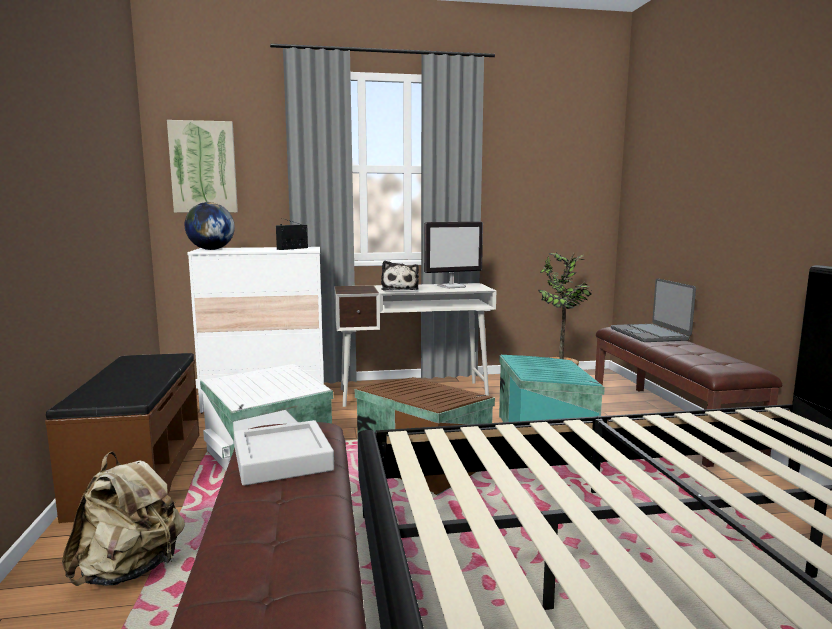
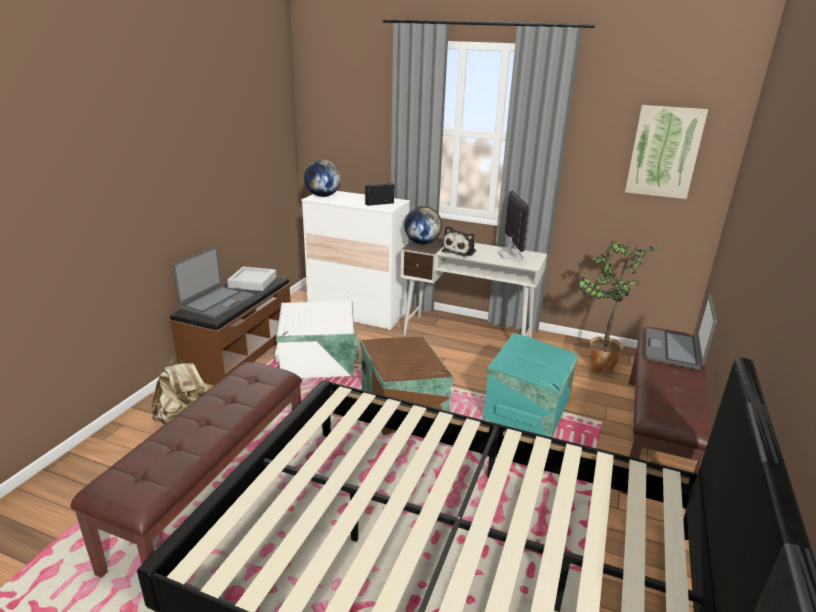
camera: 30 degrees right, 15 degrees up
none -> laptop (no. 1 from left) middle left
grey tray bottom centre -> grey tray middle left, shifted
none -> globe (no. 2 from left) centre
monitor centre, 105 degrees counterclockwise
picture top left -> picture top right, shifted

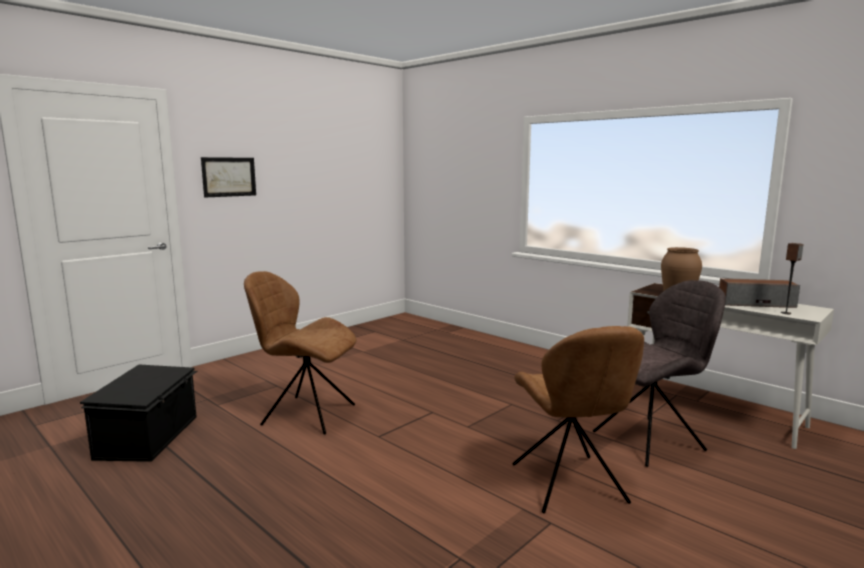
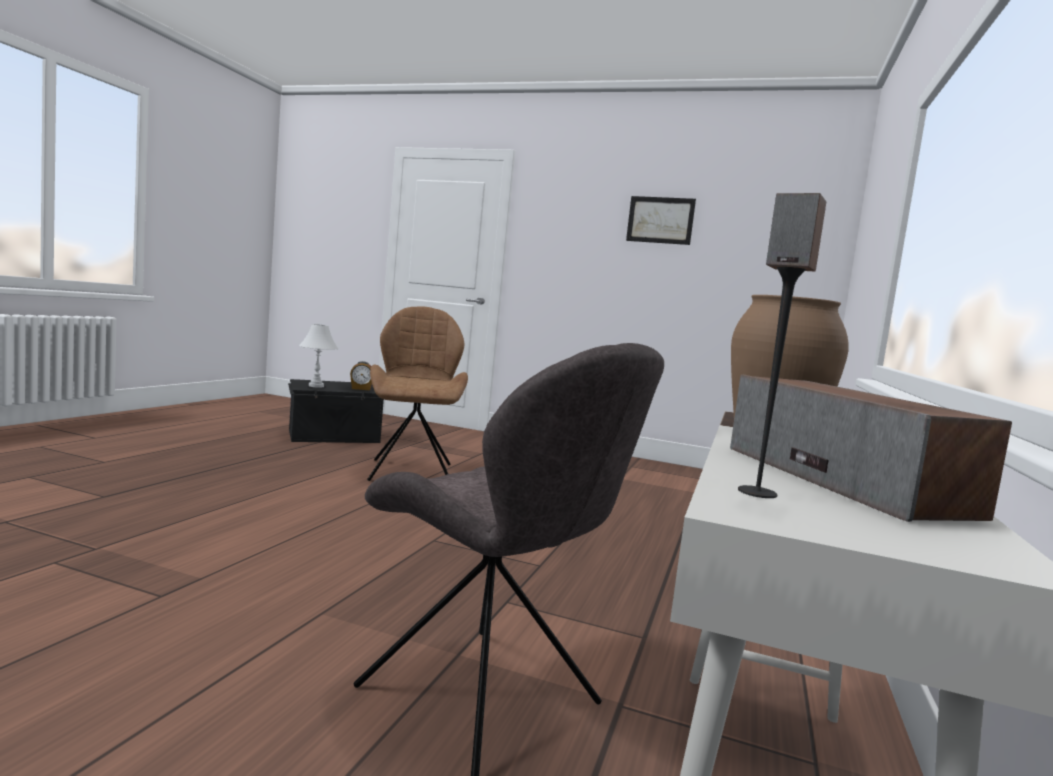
camera: 65 degrees right, 5 degrees down
none -> white table lamp middle left
none -> alarm clock centre
picture top left -> picture top centre, shifted
brown chair (no. 2 from left) bottom right -> none

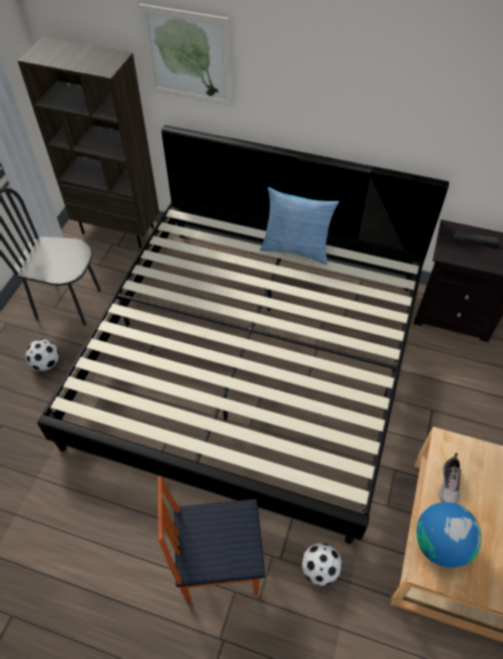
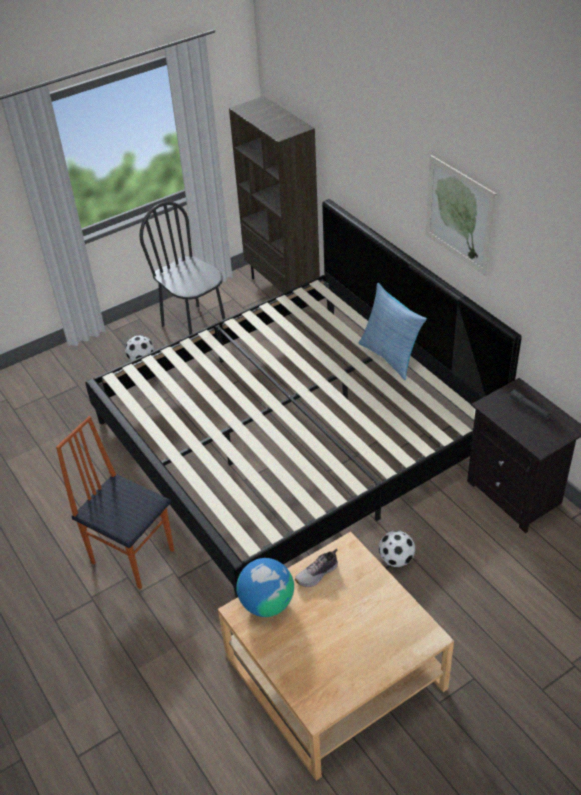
camera: 40 degrees right, 10 degrees down
football (no. 2 from left) bottom centre -> football (no. 2 from left) bottom right, shifted
picture top centre -> picture top right, shifted

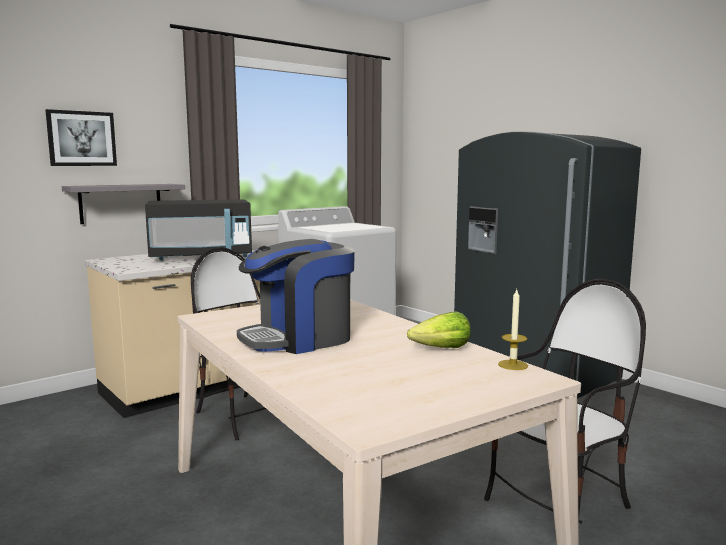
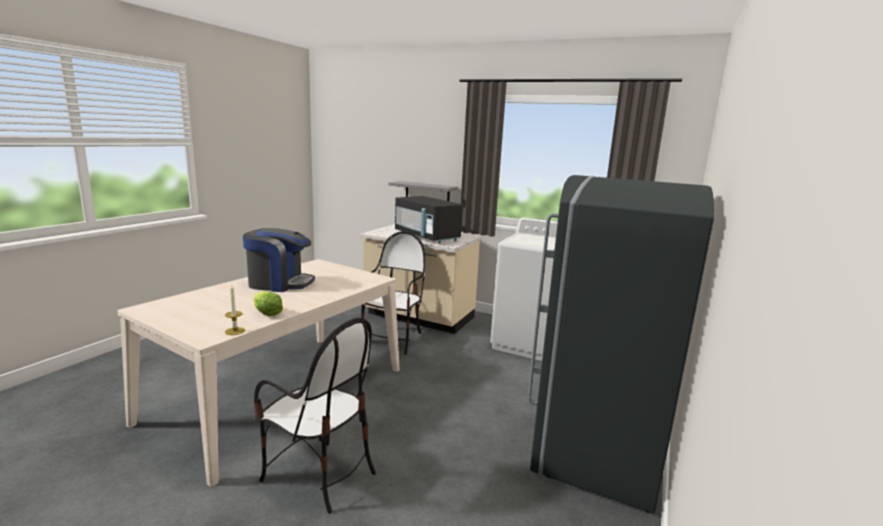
camera: 65 degrees right, 5 degrees up
coffee machine centre -> coffee machine middle left, 150 degrees clockwise
picture top left -> none

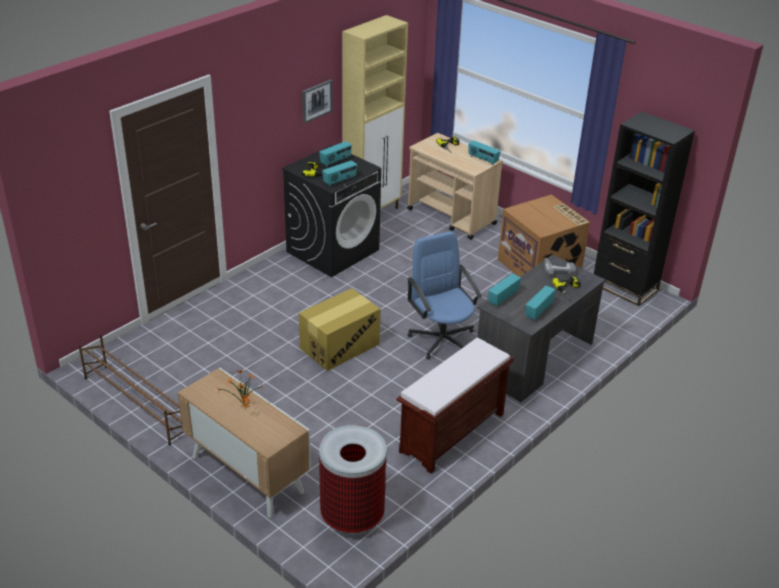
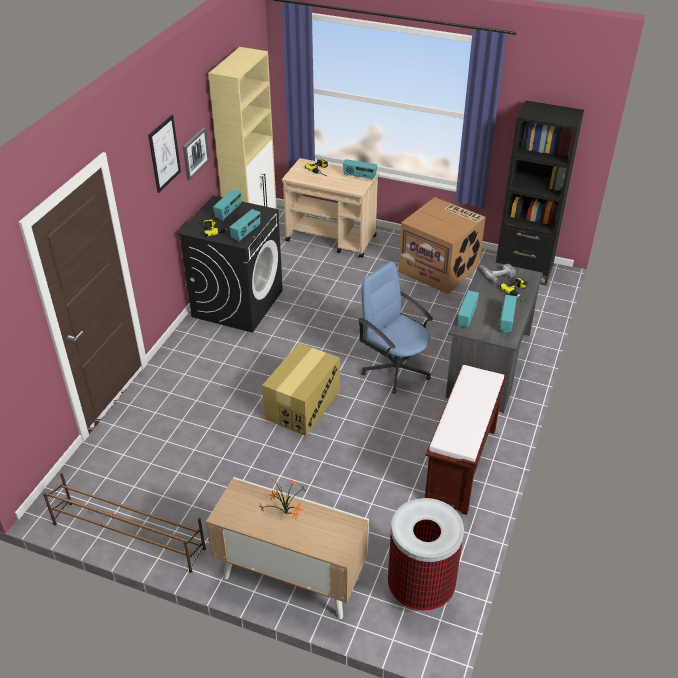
camera: 20 degrees left, 5 degrees up
none -> picture (no. 1 from left) top left

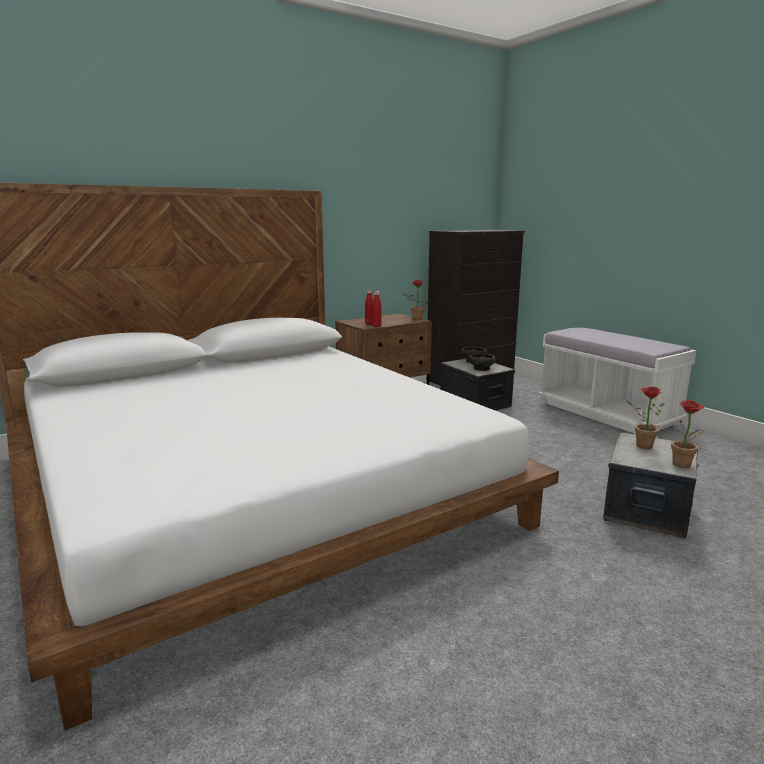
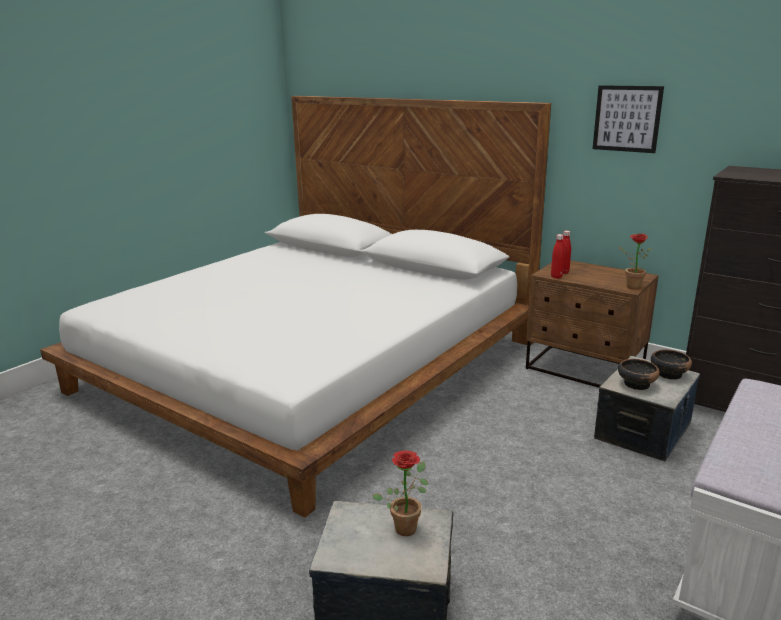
camera: 70 degrees right, 5 degrees up
none -> picture top right
potted plant (no. 3 from left) middle right -> none

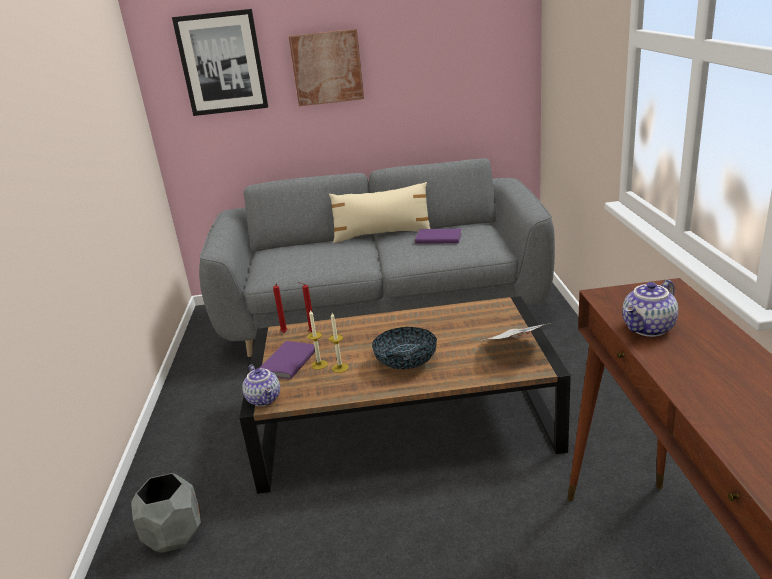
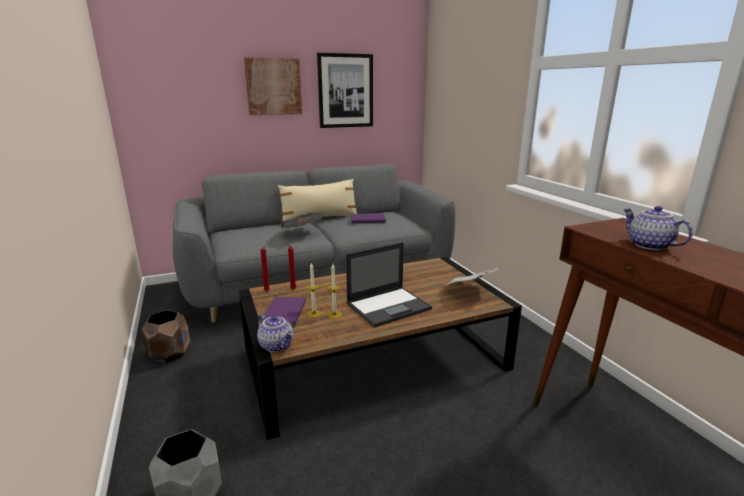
camera: 20 degrees left, 5 degrees down
none -> brown planter bottom left
none -> newspaper (no. 1 from left) centre
picture (no. 1 from left in the first image) top left -> picture (no. 2 from left) top centre, shifted
bowl centre -> laptop centre
teapot (no. 2 from left) middle right, 120 degrees clockwise

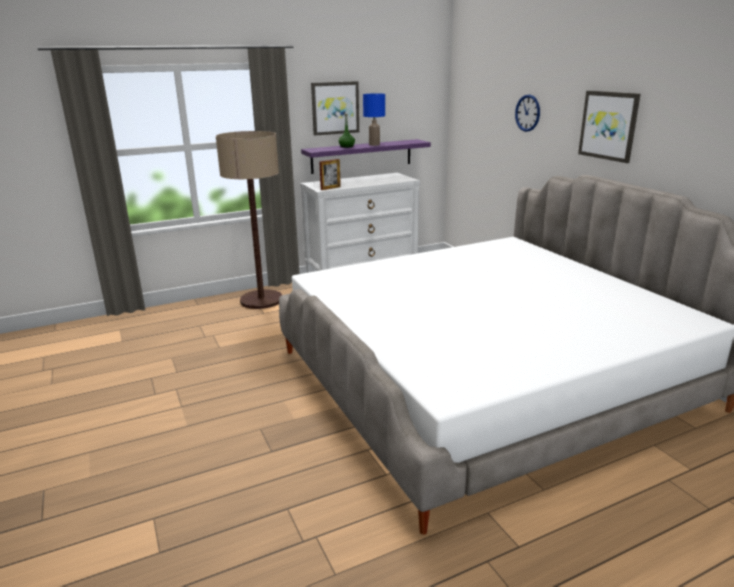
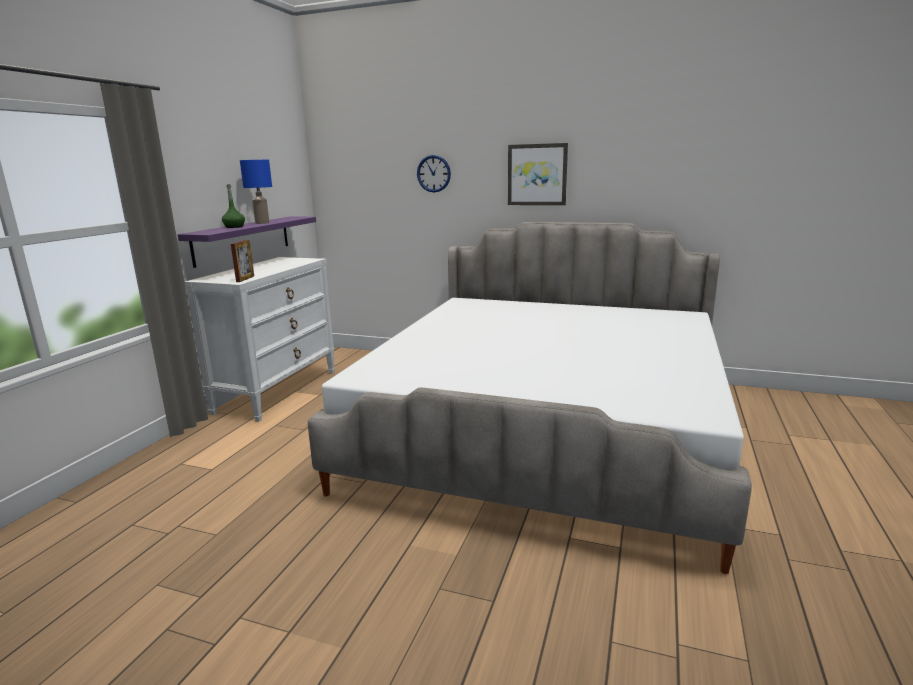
camera: 45 degrees left, 5 degrees down
floor lamp centre -> none
picture (no. 1 from left) top centre -> none

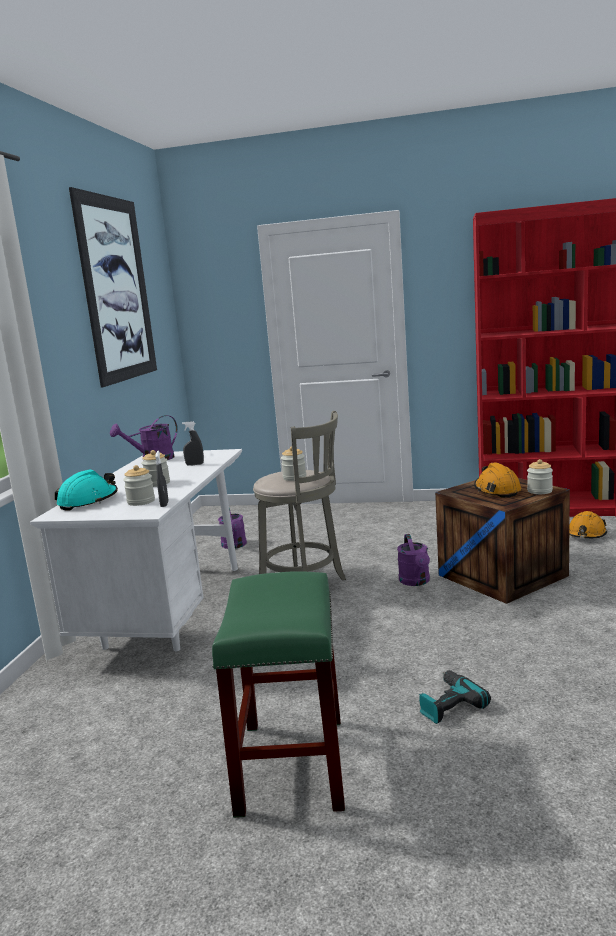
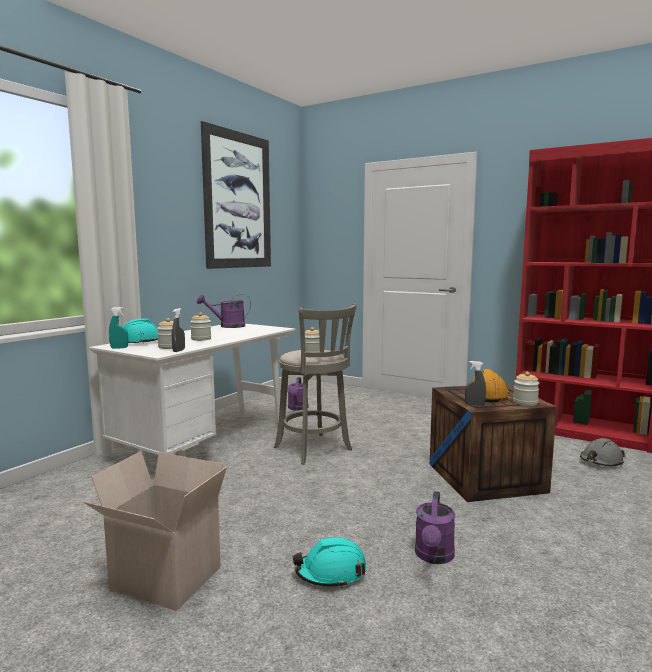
camera: 20 degrees right, 5 degrees down
green stool bottom centre -> cardboard box bottom left
none -> turquoise spray bottle middle left
power drill bottom right -> turquoise hard hat (no. 2 from left) bottom centre
purple watering can (no. 3 from left) middle right -> purple watering can (no. 3 from left) bottom right, shifted
grey spray bottle (no. 2 from left) middle left -> grey spray bottle (no. 2 from left) middle right, shifted
orange hard hat (no. 2 from left) middle right -> grey hard hat bottom right

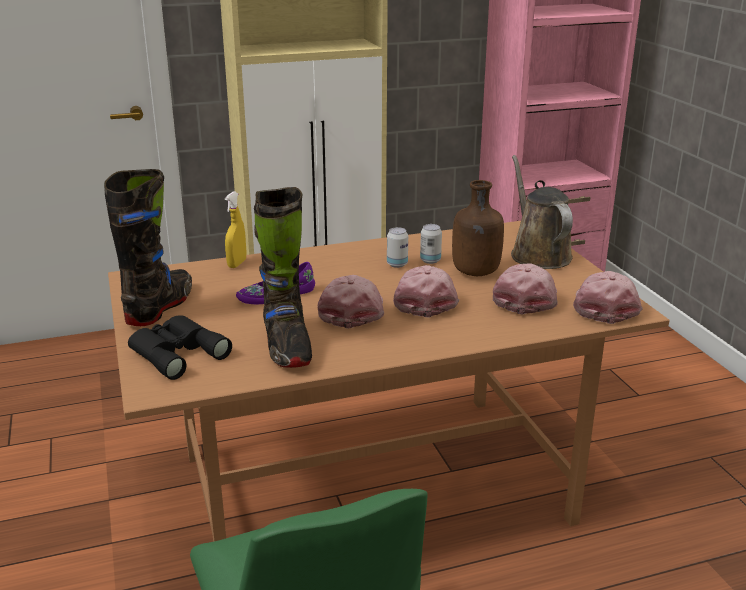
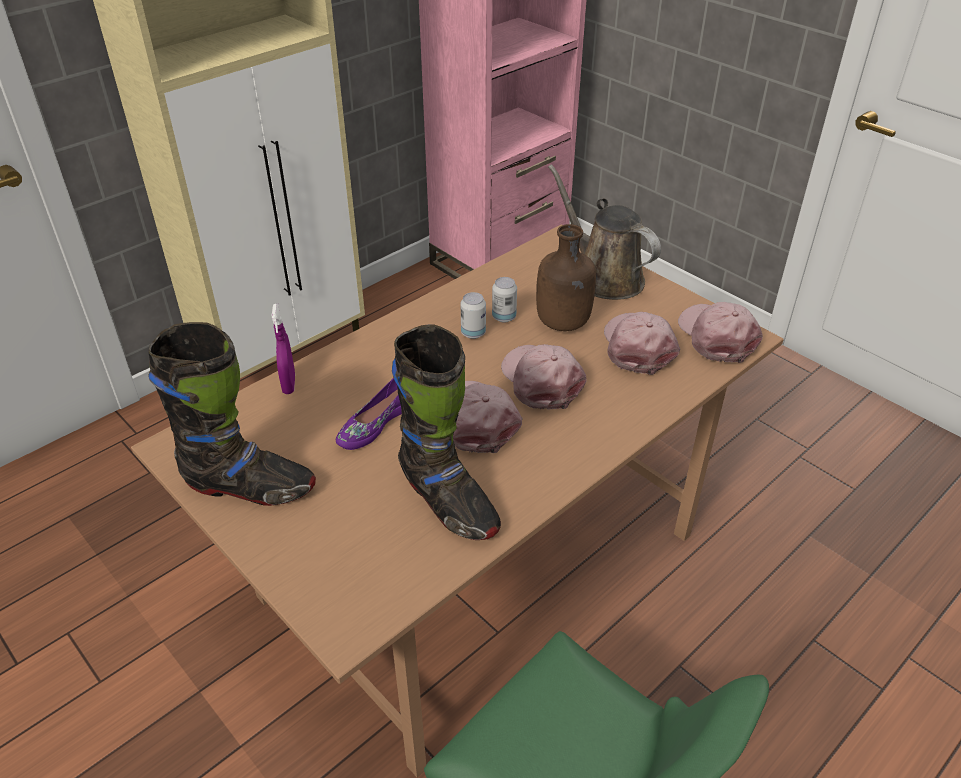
camera: 25 degrees left, 15 degrees up
black boot (no. 1 from left) middle left, 105 degrees clockwise
yellow spray bottle middle left -> purple spray bottle middle left
black binoculars middle left -> none

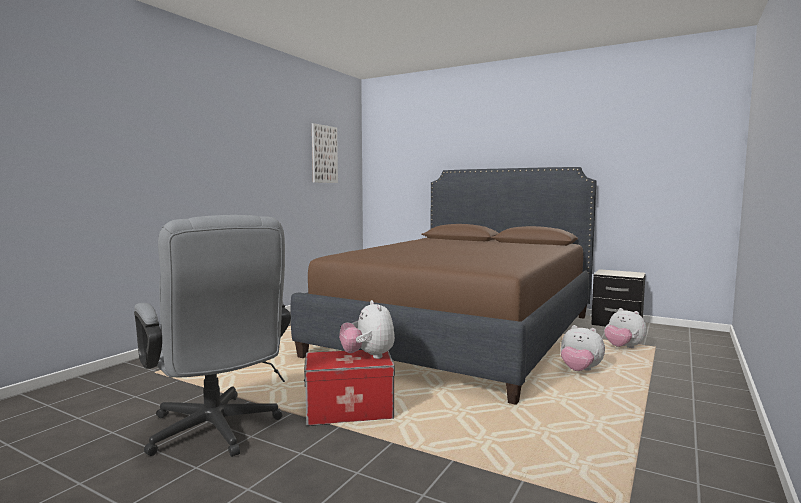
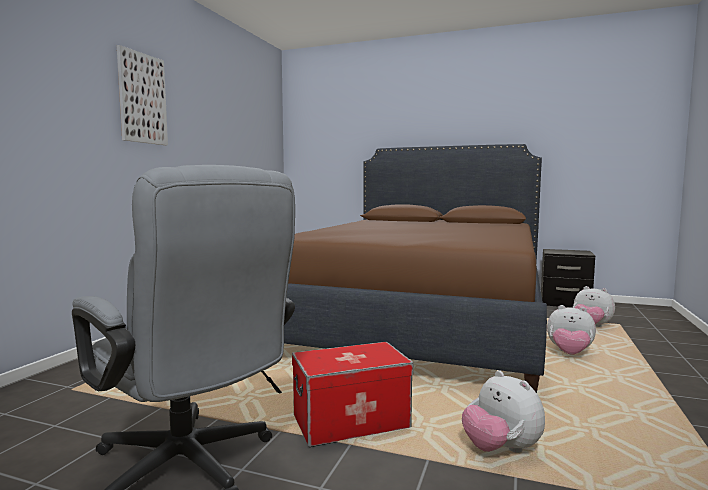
camera: 10 degrees left, 0 degrees up
picture top centre -> picture top left, shifted
plush toy (no. 1 from left) centre -> plush toy (no. 1 from left) bottom right, shifted

